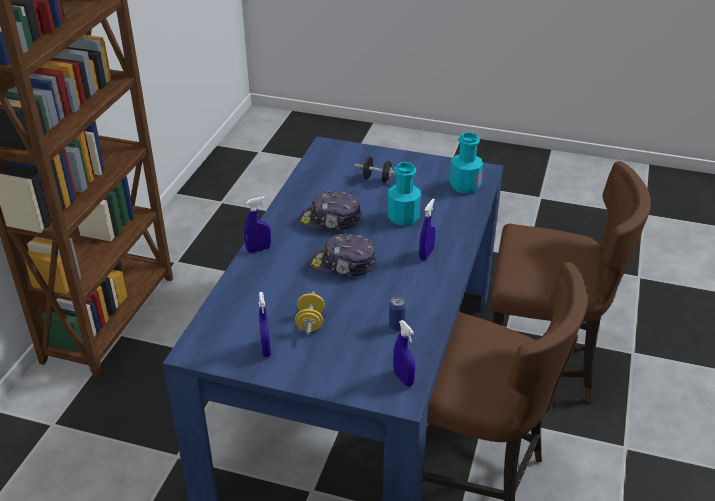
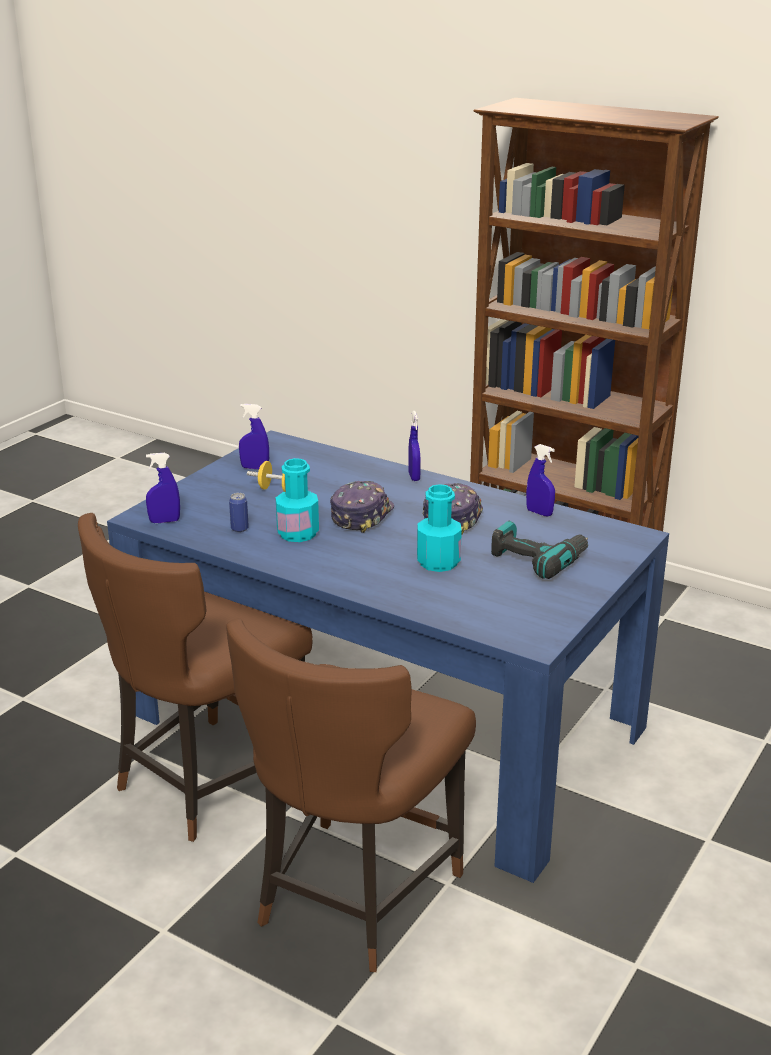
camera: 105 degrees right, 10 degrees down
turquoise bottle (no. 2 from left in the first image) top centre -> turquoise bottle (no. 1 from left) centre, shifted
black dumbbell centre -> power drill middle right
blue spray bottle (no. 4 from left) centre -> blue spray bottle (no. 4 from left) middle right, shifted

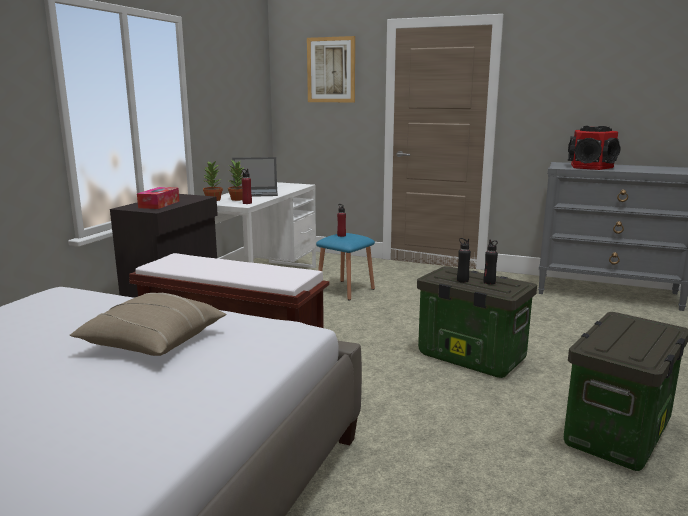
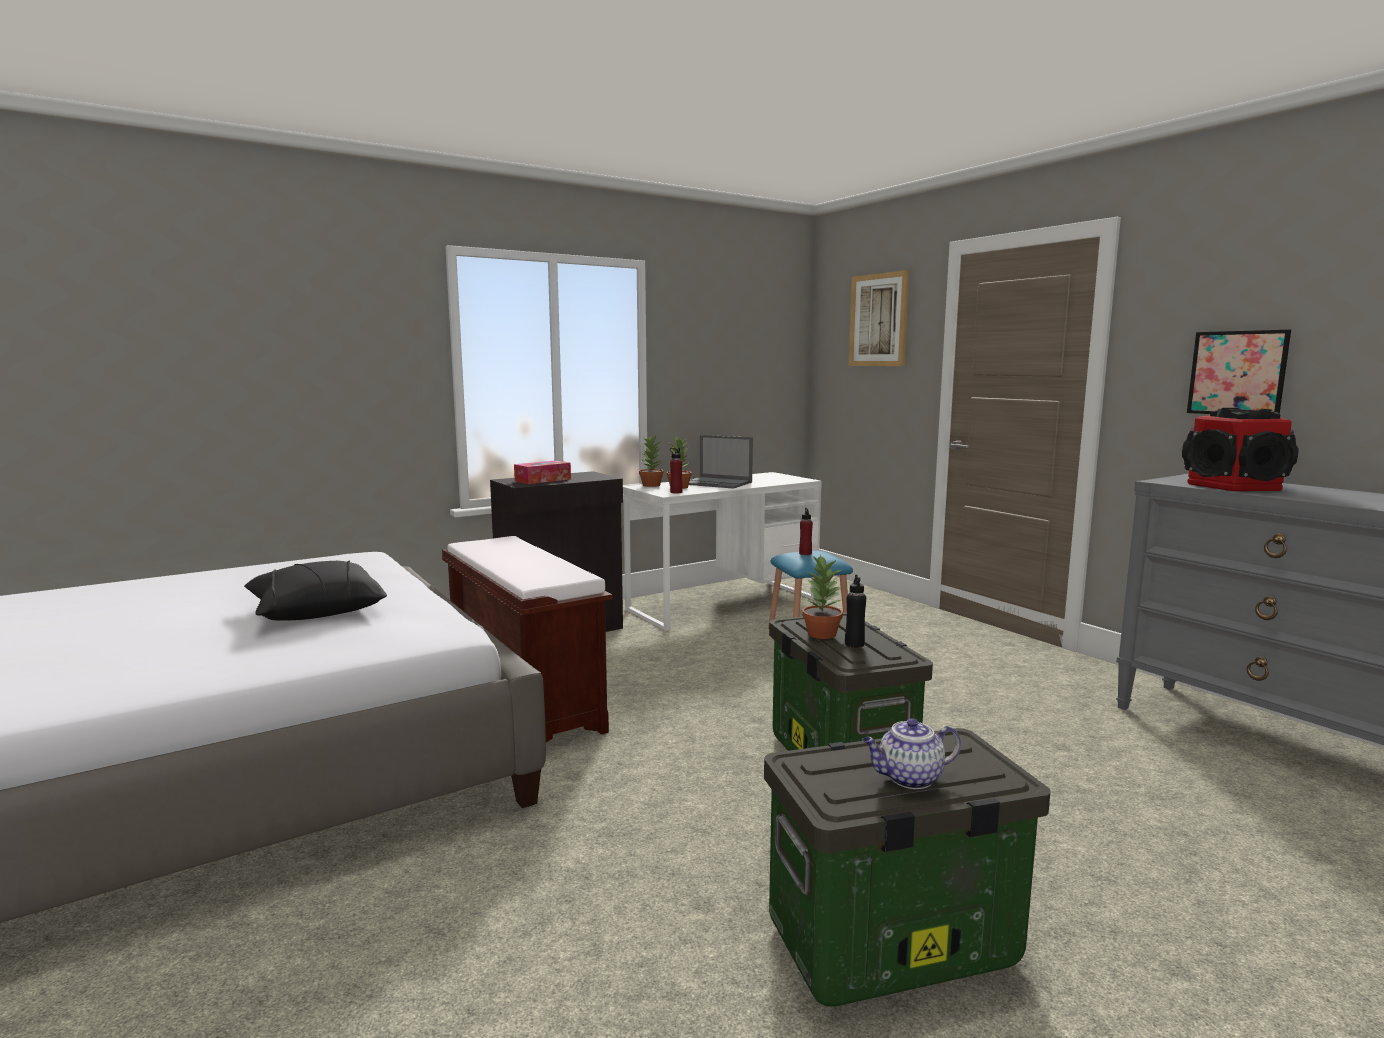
camera: 35 degrees right, 5 degrees down
beige pillow middle left -> black pillow middle left
black bottle (no. 1 from left) middle right -> potted plant (no. 3 from left) centre
none -> teapot bottom centre
none -> picture (no. 2 from left) middle right

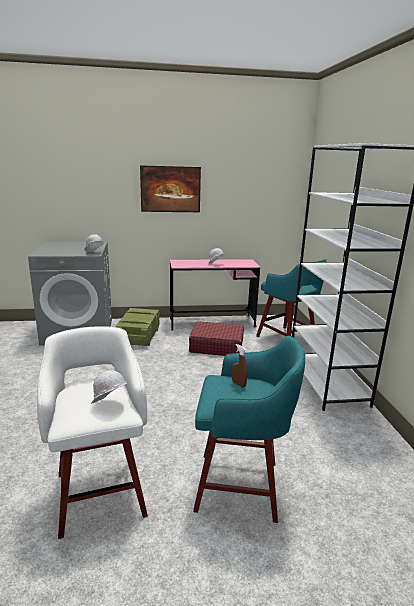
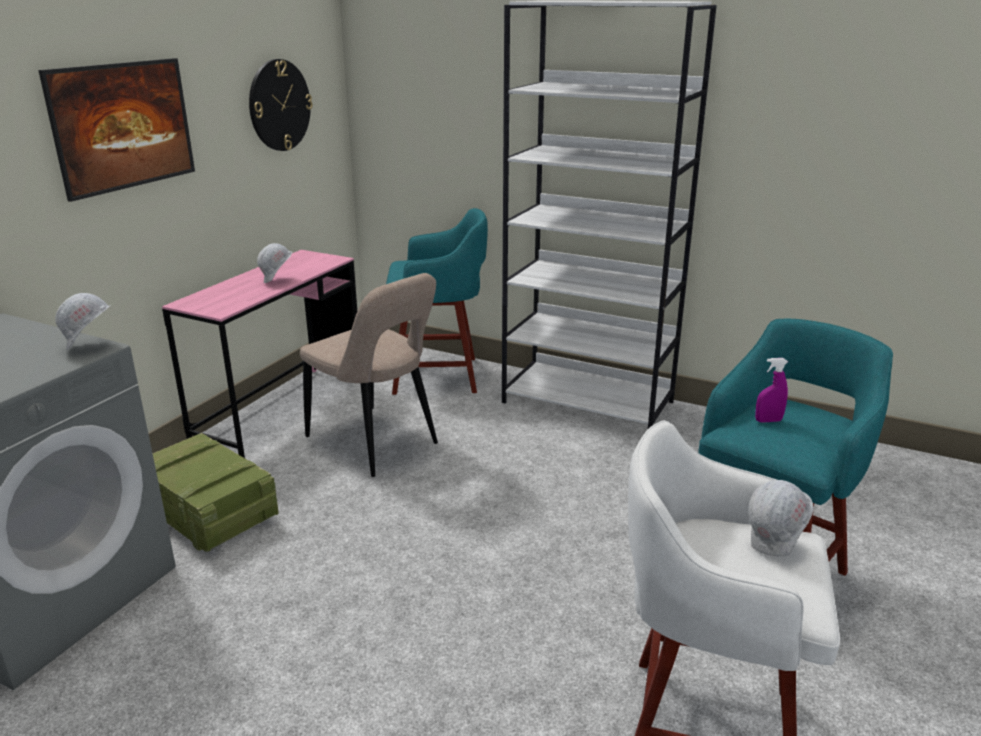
camera: 55 degrees left, 5 degrees up
none -> wall clock top left
red suitcase centre -> beige chair centre
brown spray bottle centre -> purple spray bottle middle right

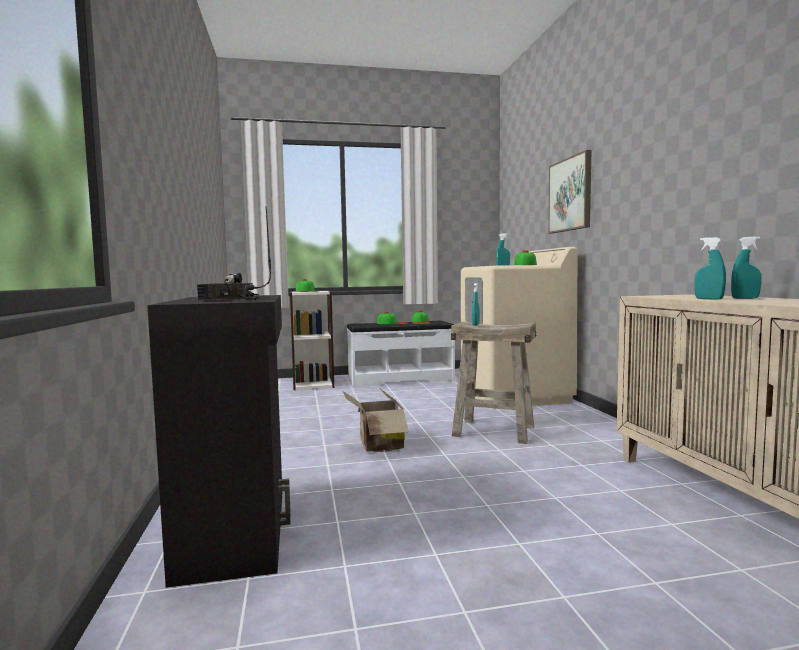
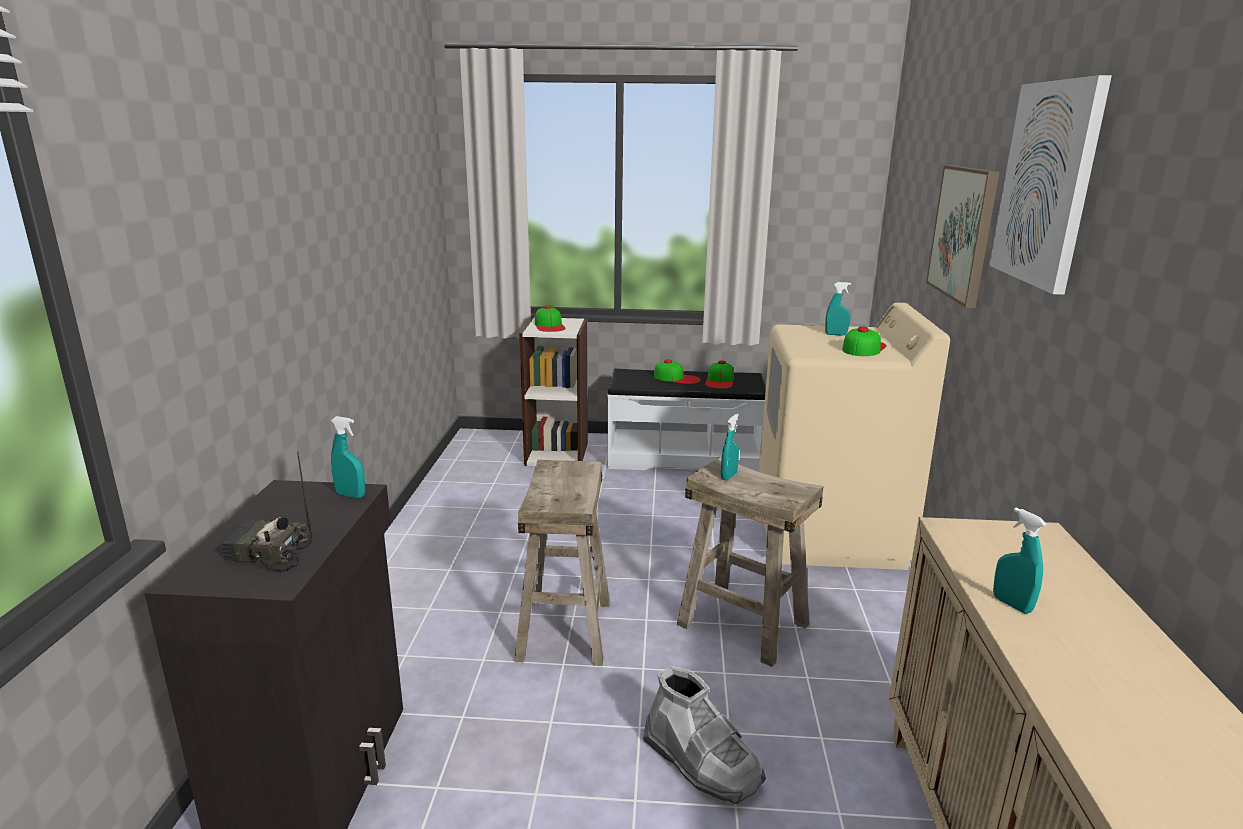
camera: 15 degrees right, 15 degrees up
turquoise spray bottle (no. 4 from left in the first image) middle right -> turquoise spray bottle (no. 1 from left) middle left, shifted
cardboard box centre -> beige stool (no. 1 from left) bottom centre
none -> grey boot bottom centre
none -> picture (no. 2 from left) top right

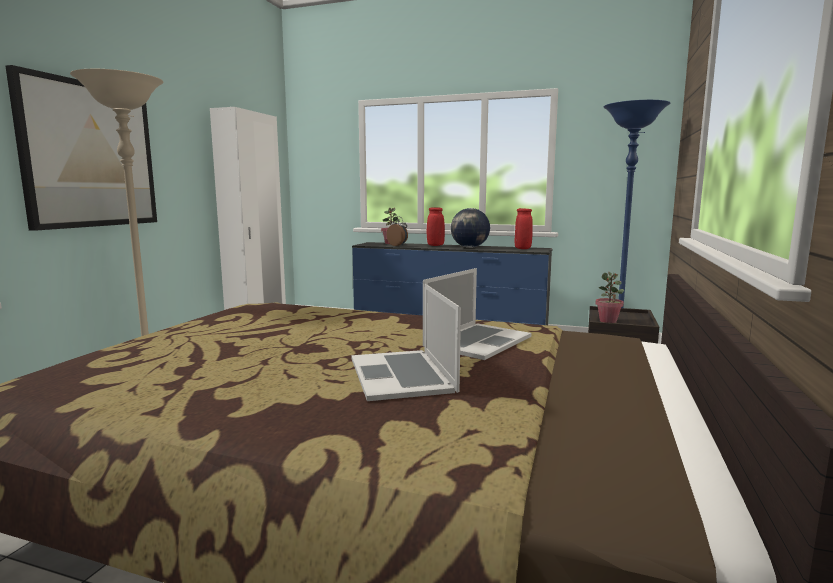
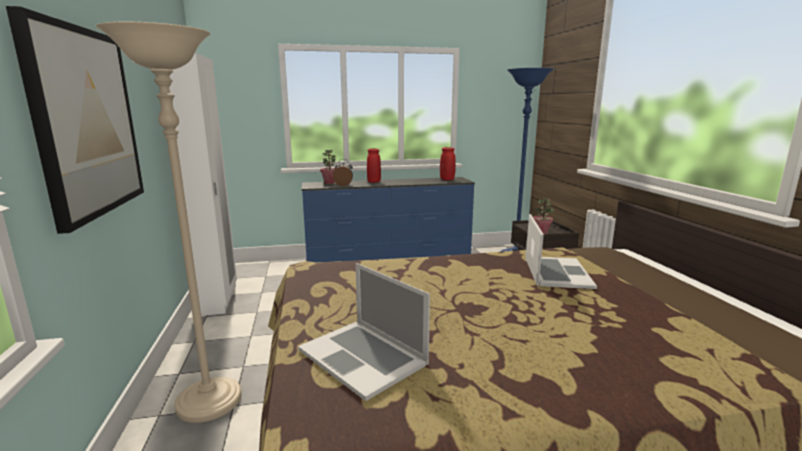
camera: 30 degrees left, 5 degrees up
laptop (no. 1 from left) centre -> laptop (no. 1 from left) bottom centre, shifted
globe centre -> none

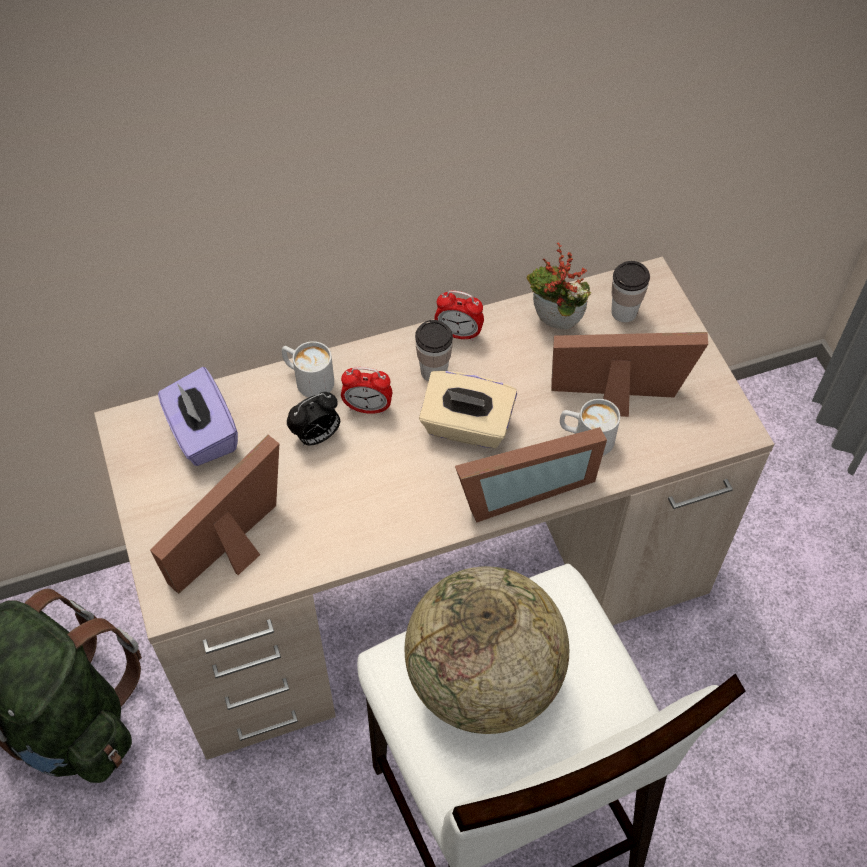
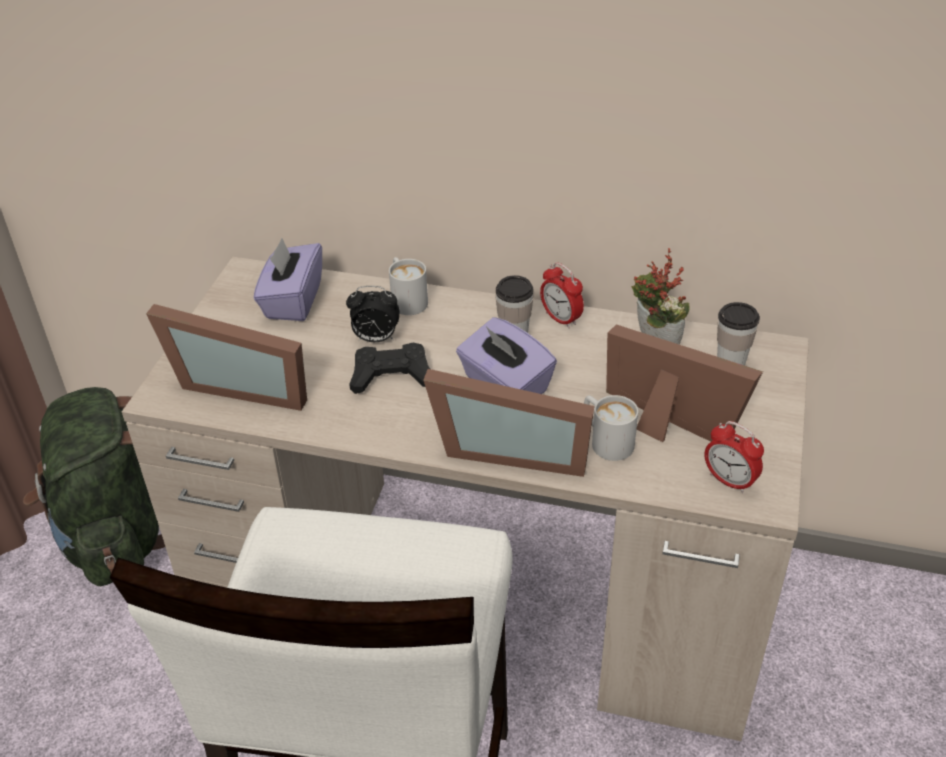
camera: 35 degrees right, 15 degrees down
picture frame (no. 1 from left) middle left, 150 degrees counterclockwise
none -> black game controller centre
beige tissue box centre -> purple tissue box (no. 2 from left) centre
alarm clock (no. 2 from left in the first image) centre -> alarm clock (no. 3 from left) middle right, shifted
globe bottom centre -> none

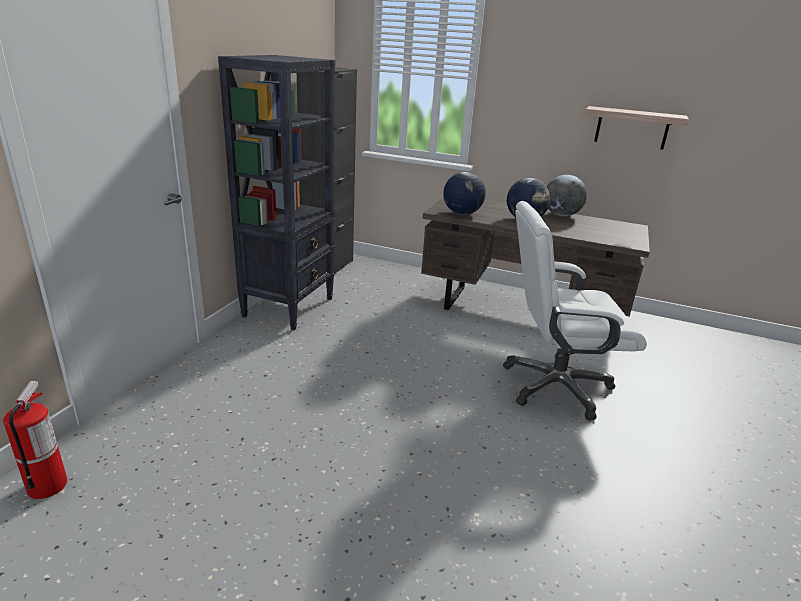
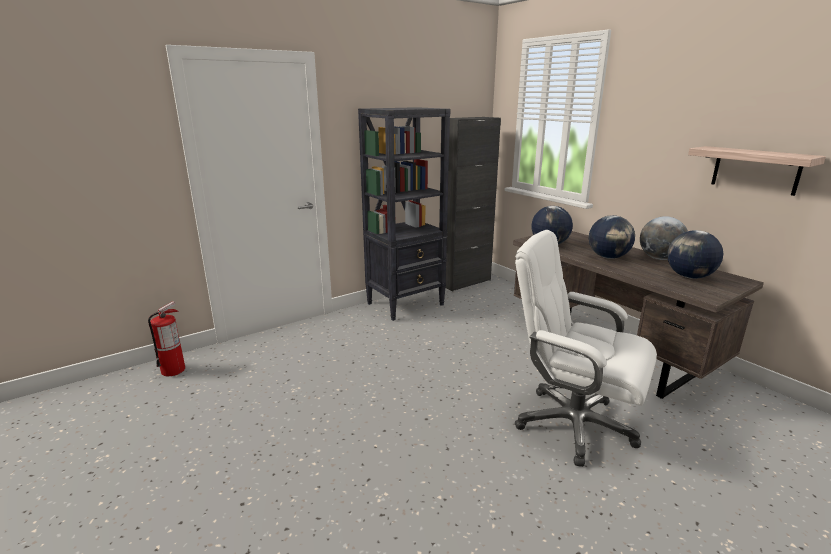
camera: 35 degrees right, 5 degrees down
none -> globe (no. 4 from left) middle right

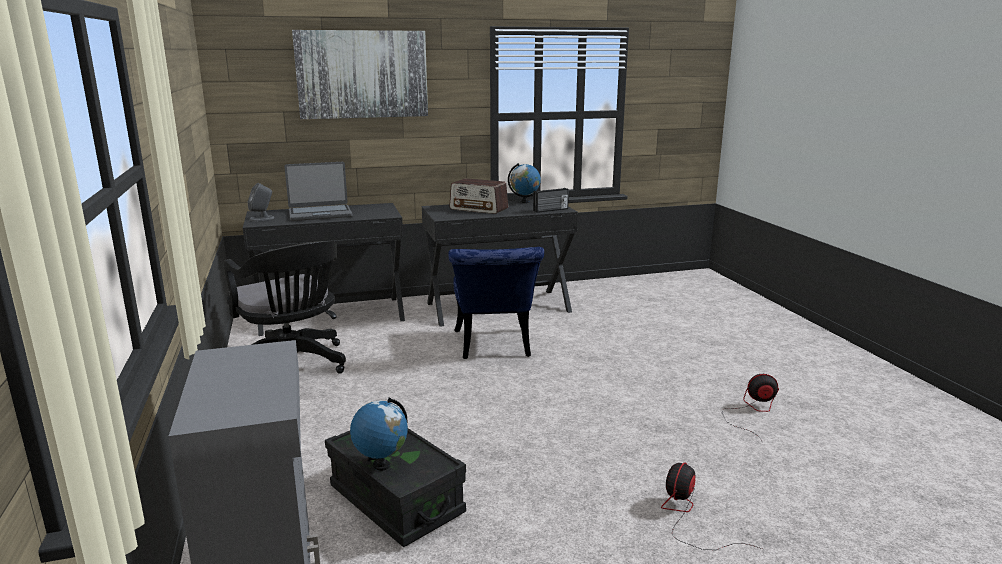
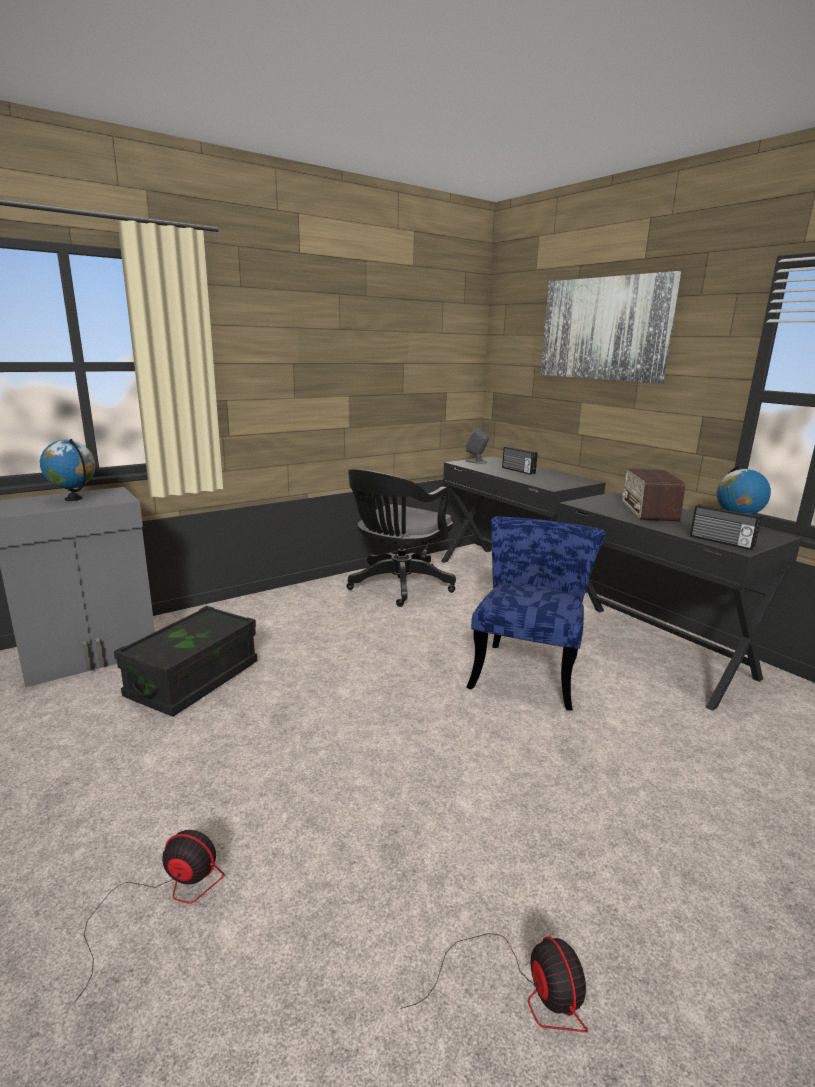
camera: 70 degrees right, 0 degrees up
globe (no. 1 from left) bottom centre -> globe (no. 1 from left) middle left, shifted
blue chair centre, 135 degrees clockwise
laptop middle left -> radio (no. 1 from left) centre

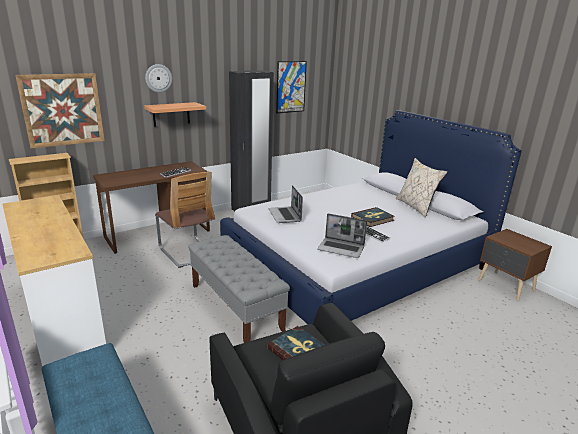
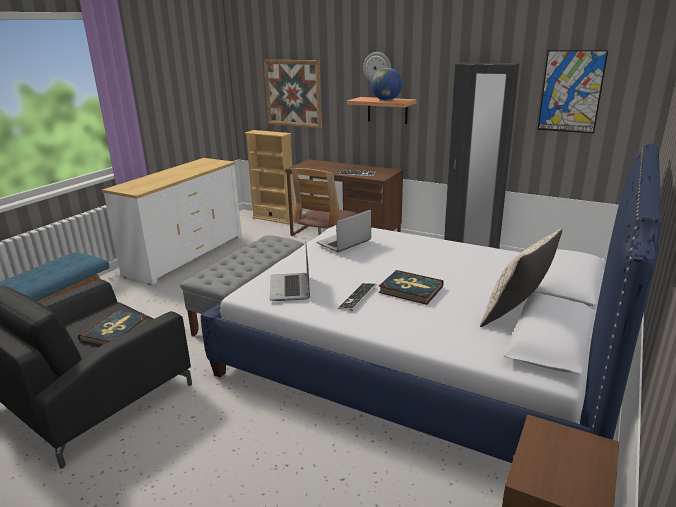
camera: 65 degrees right, 0 degrees up
none -> globe top centre

